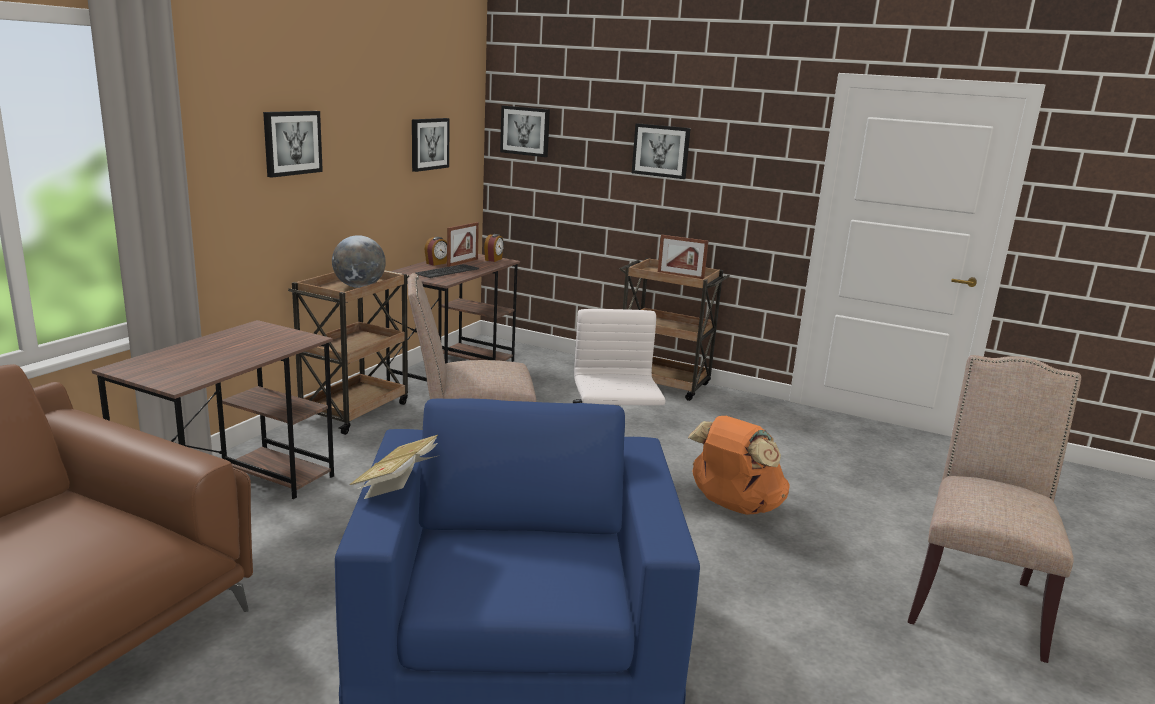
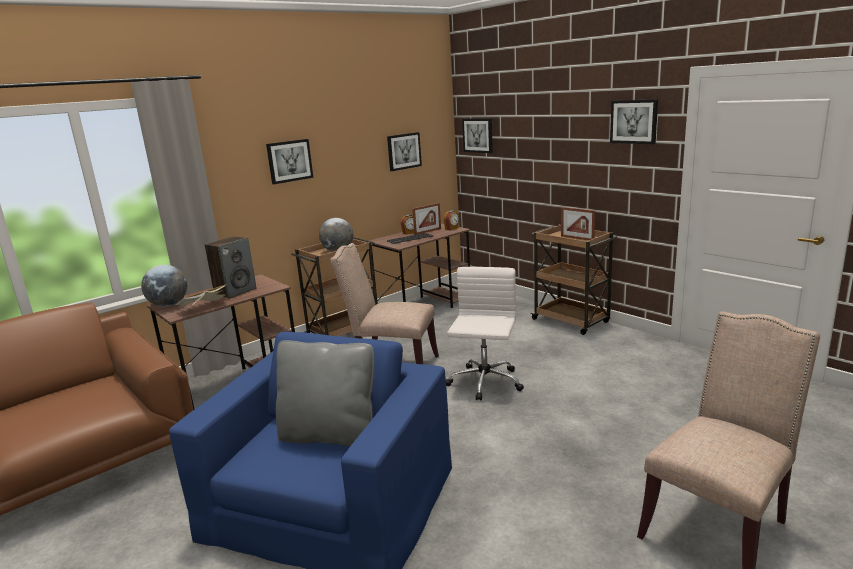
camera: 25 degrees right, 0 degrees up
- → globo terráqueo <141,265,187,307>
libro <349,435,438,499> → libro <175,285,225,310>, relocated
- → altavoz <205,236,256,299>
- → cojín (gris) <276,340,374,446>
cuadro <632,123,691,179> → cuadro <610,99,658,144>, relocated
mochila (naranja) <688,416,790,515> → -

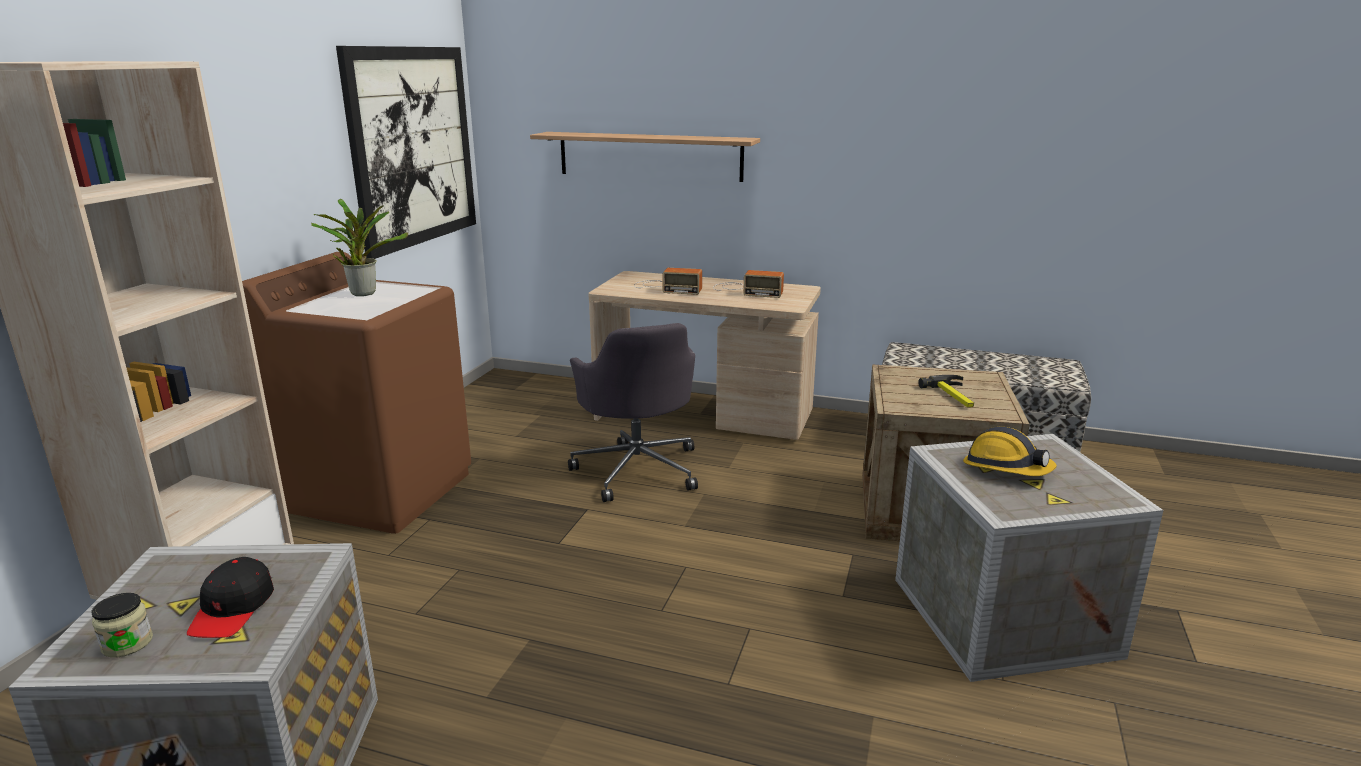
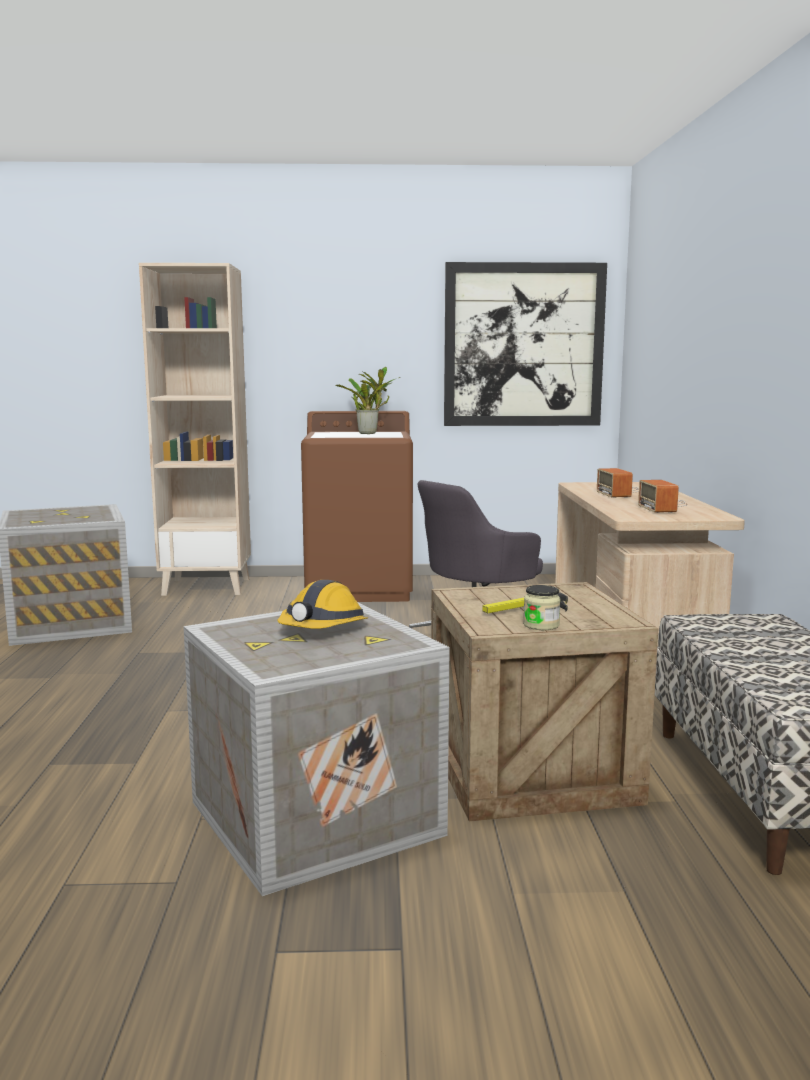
camera: 70 degrees right, 10 degrees down
tarro <91,593,153,658> → tarro <523,585,560,630>, relocated
gorra (negro) <187,557,274,638> → -
estante <530,132,760,182> → -

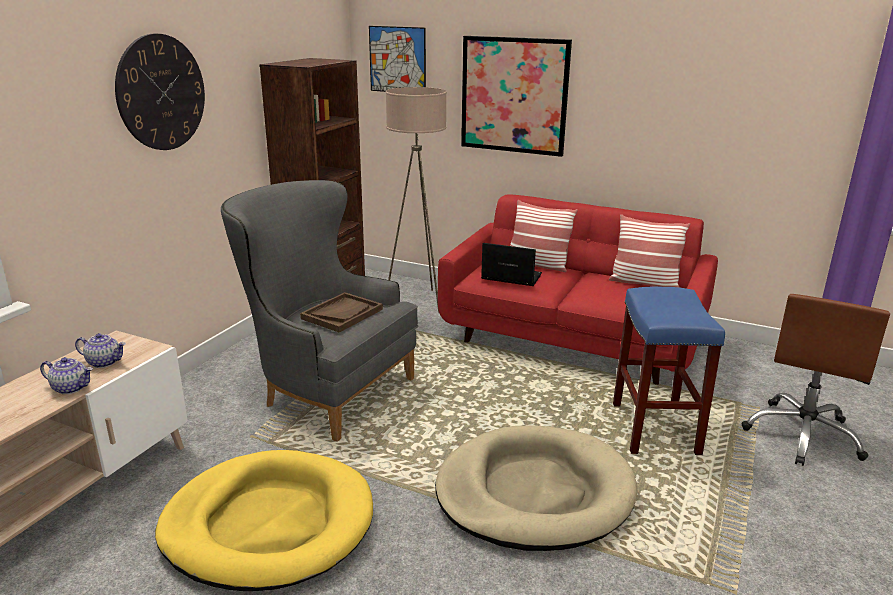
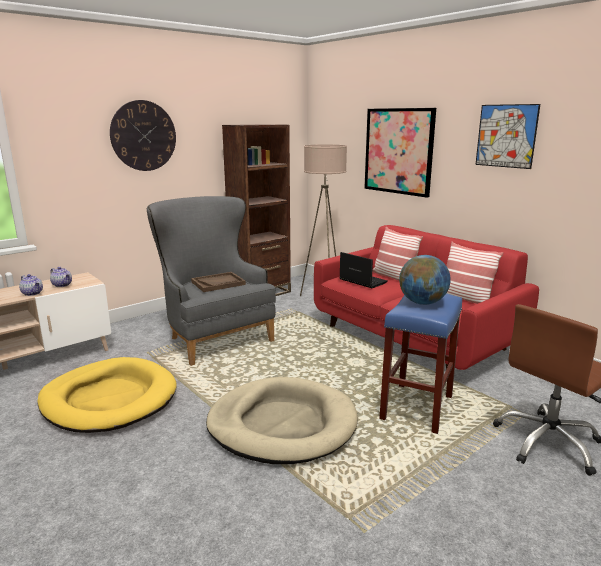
camera: 25 degrees right, 5 degrees down
- → globo terráqueo <399,255,450,305>
cuadro <369,26,426,92> → cuadro <475,104,540,169>, relocated

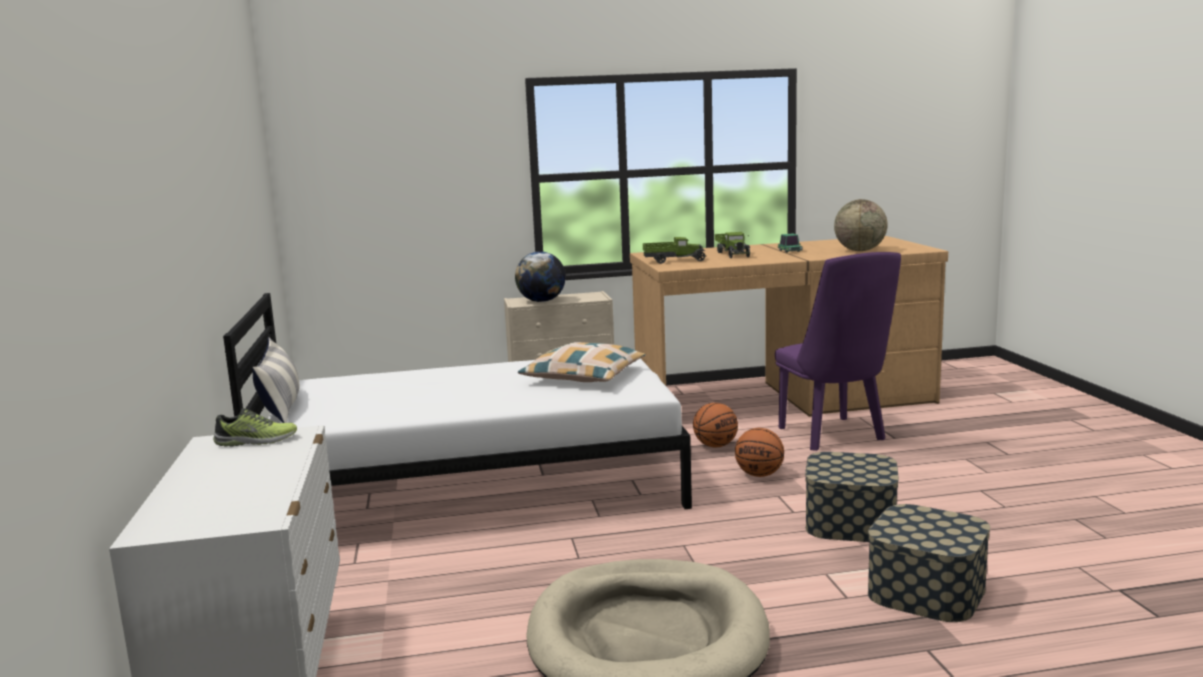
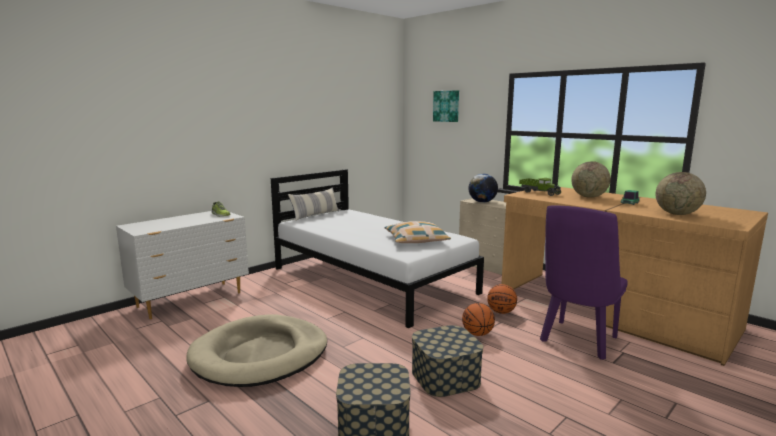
camera: 55 degrees right, 0 degrees up
- → cuadro <433,90,459,122>
camión de juguete <715,232,750,258> → globo terráqueo <571,161,611,198>

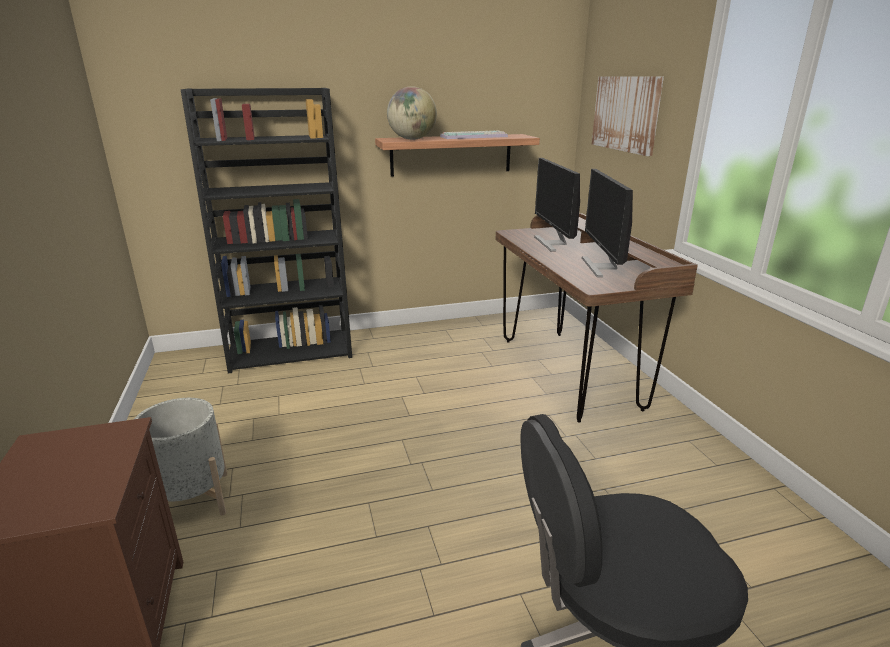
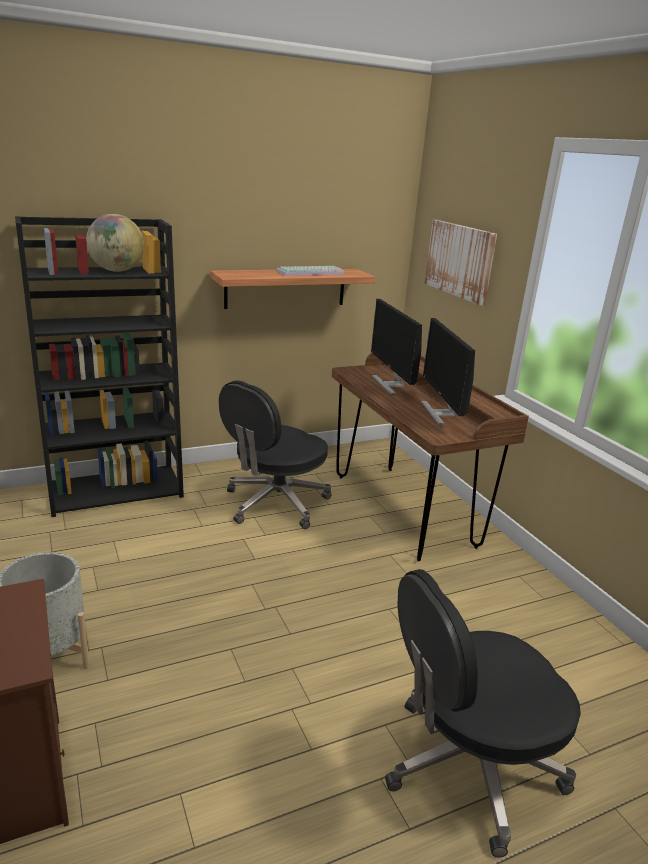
camera: 10 degrees left, 0 degrees up
globo terráqueo <387,86,437,140> → globo terráqueo <86,214,144,272>, relocated
- → silla de oficina (negro) <219,380,332,529>

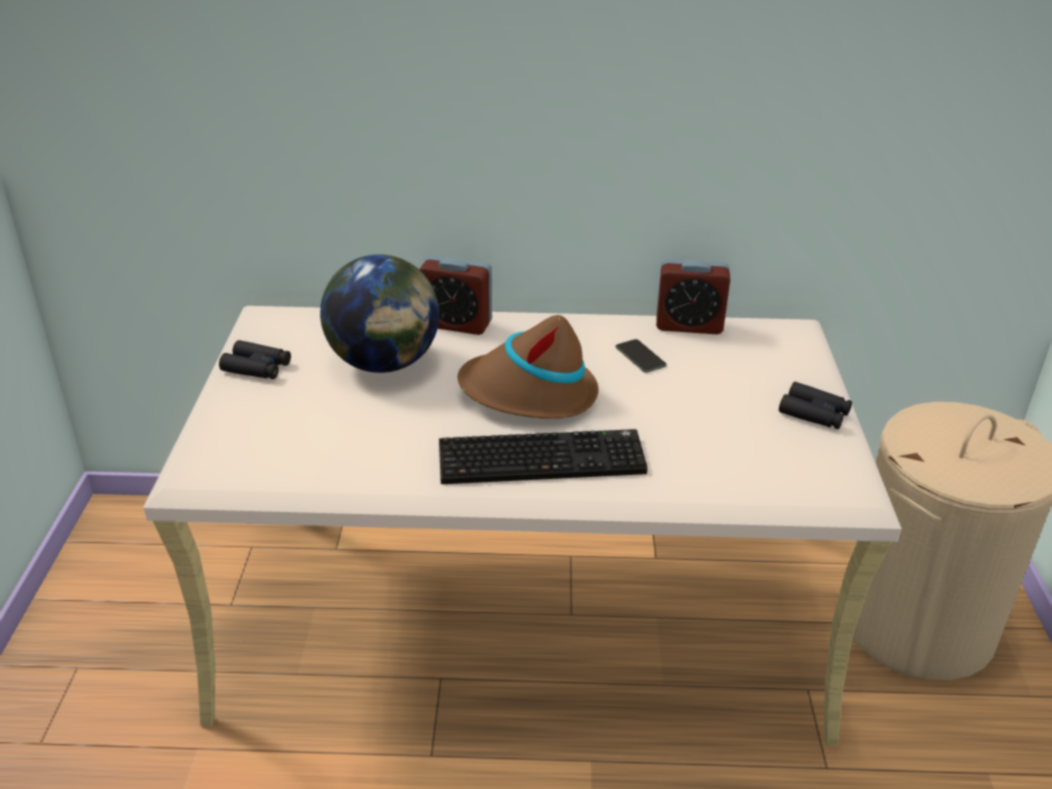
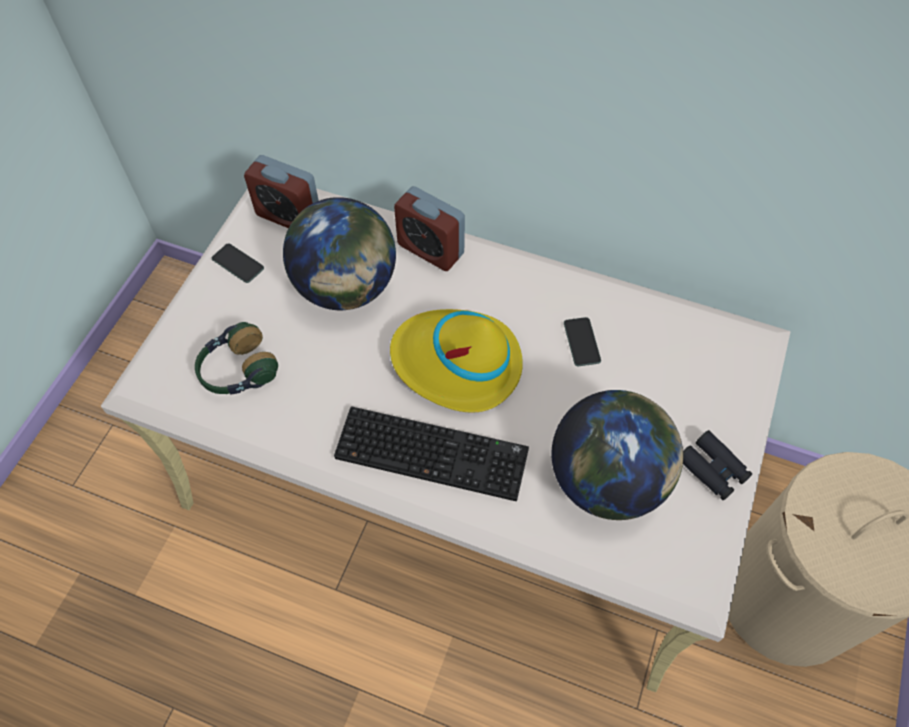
camera: 20 degrees right, 25 degrees up
- → auriculares <195,322,278,395>
prismáticos (negro) <219,340,291,379> → móvil <212,243,264,283>
despertador <656,259,730,334> → despertador <244,155,319,228>, relocated
sombrero (marrón) <458,315,598,419> → sombrero (amarillo) <390,309,523,413>
- → globo terráqueo <551,390,683,520>

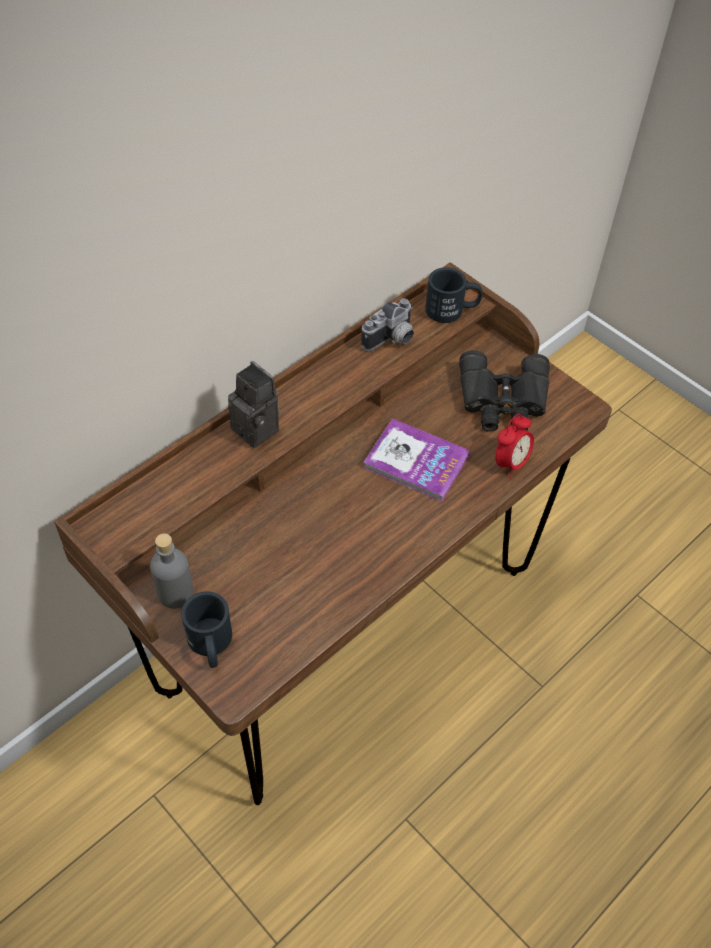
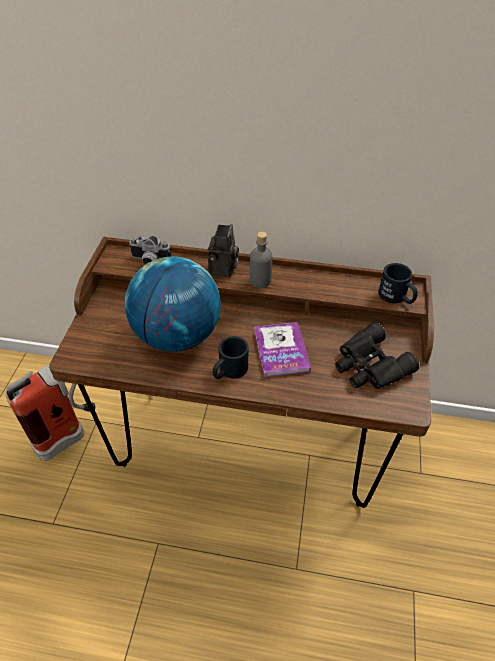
camera: 55 degrees right, 5 degrees down
- → extintor <6,365,96,461>
- → globo terráqueo <125,256,221,352>
cámara <361,298,414,351> → cámara <129,236,171,265>, relocated
taza grande (negro) <181,591,232,668> → taza grande (negro) <213,336,249,379>, relocated
botella (gris) <150,533,194,609> → botella (gris) <250,232,273,288>, relocated
despertador <495,414,534,478> → -

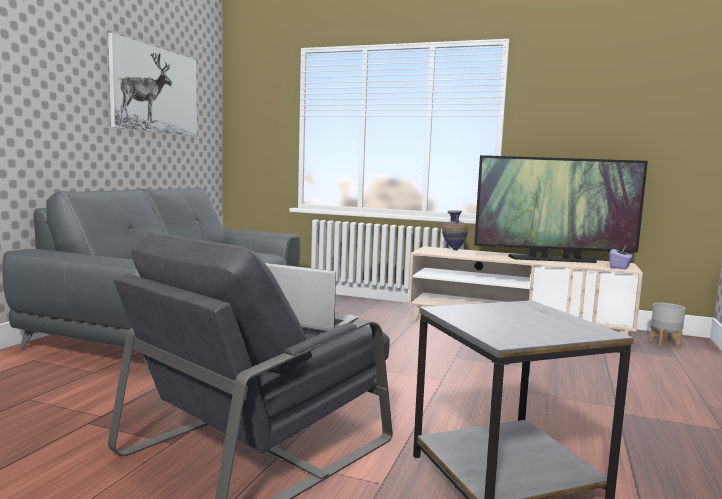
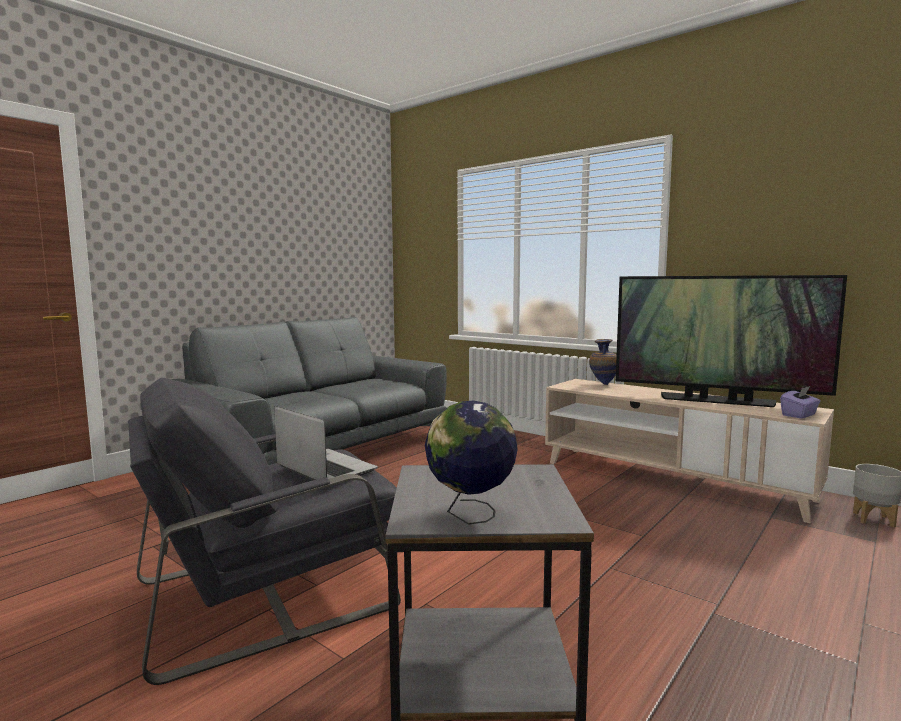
camera: 20 degrees right, 0 degrees up
- → globo terráqueo <425,401,518,525>
cuadro <108,33,197,136> → -

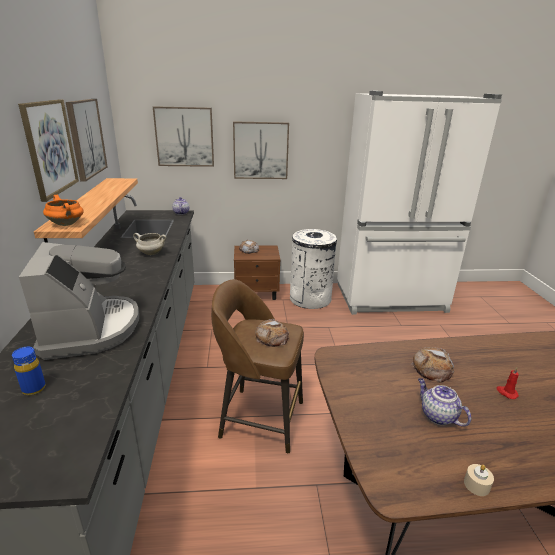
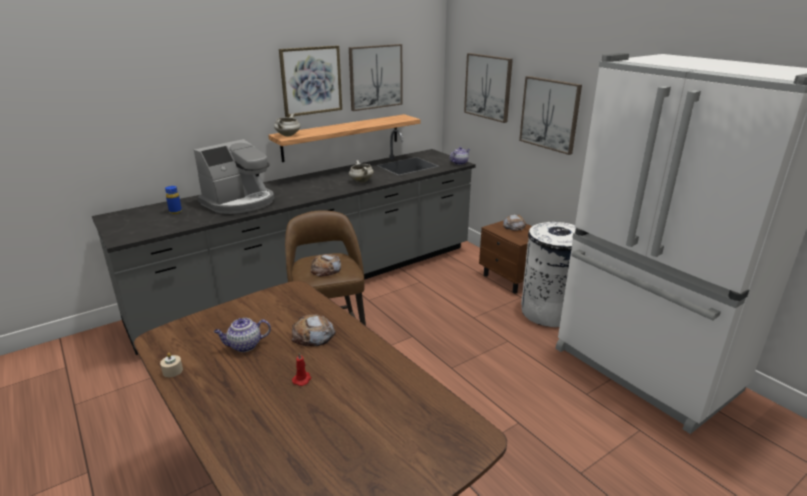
camera: 60 degrees right, 0 degrees up
tetera <418,378,471,427> → tetera <214,318,271,352>, 135 degrees counterclockwise
olla (naranja) <43,195,84,226> → olla (blanco) <274,114,300,136>

